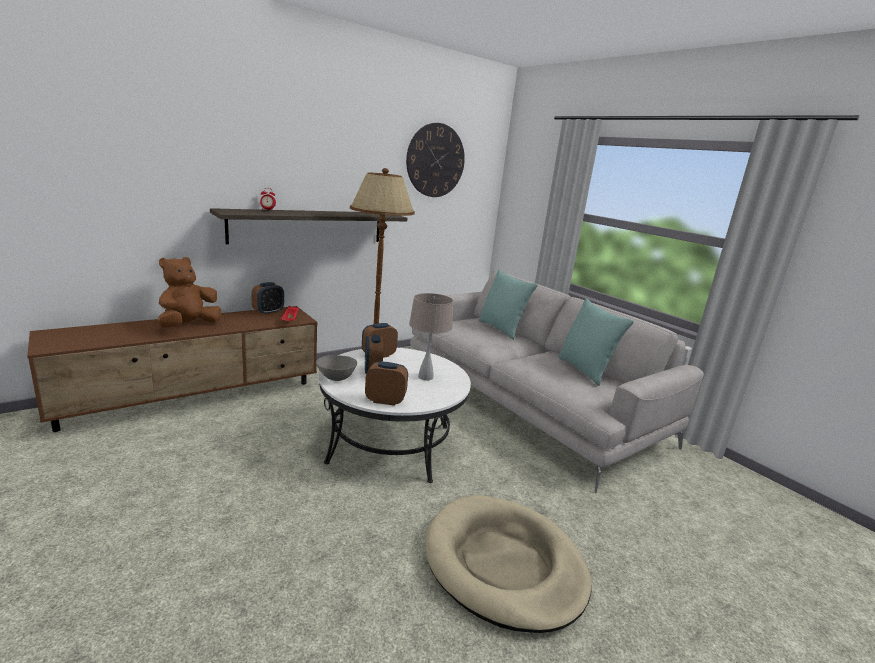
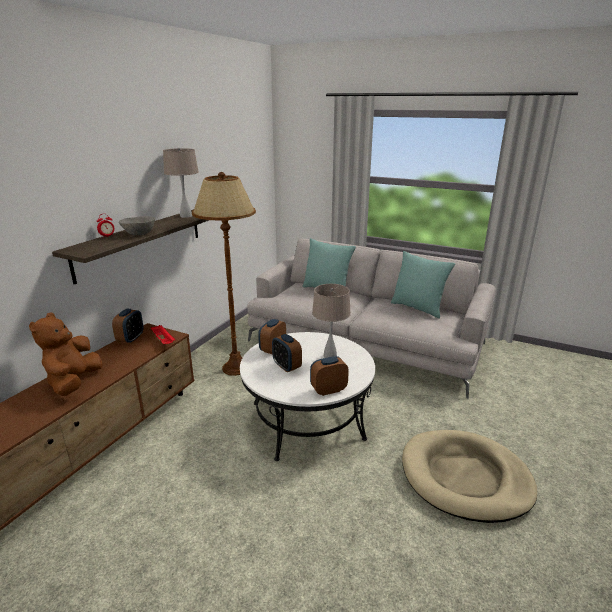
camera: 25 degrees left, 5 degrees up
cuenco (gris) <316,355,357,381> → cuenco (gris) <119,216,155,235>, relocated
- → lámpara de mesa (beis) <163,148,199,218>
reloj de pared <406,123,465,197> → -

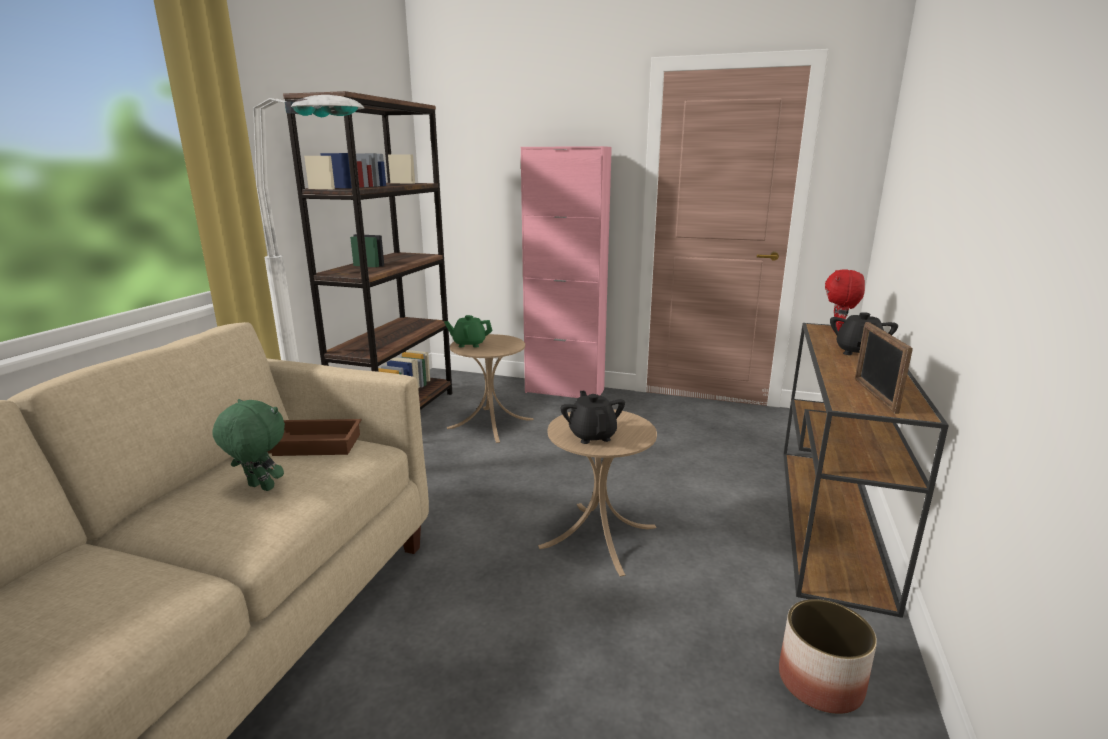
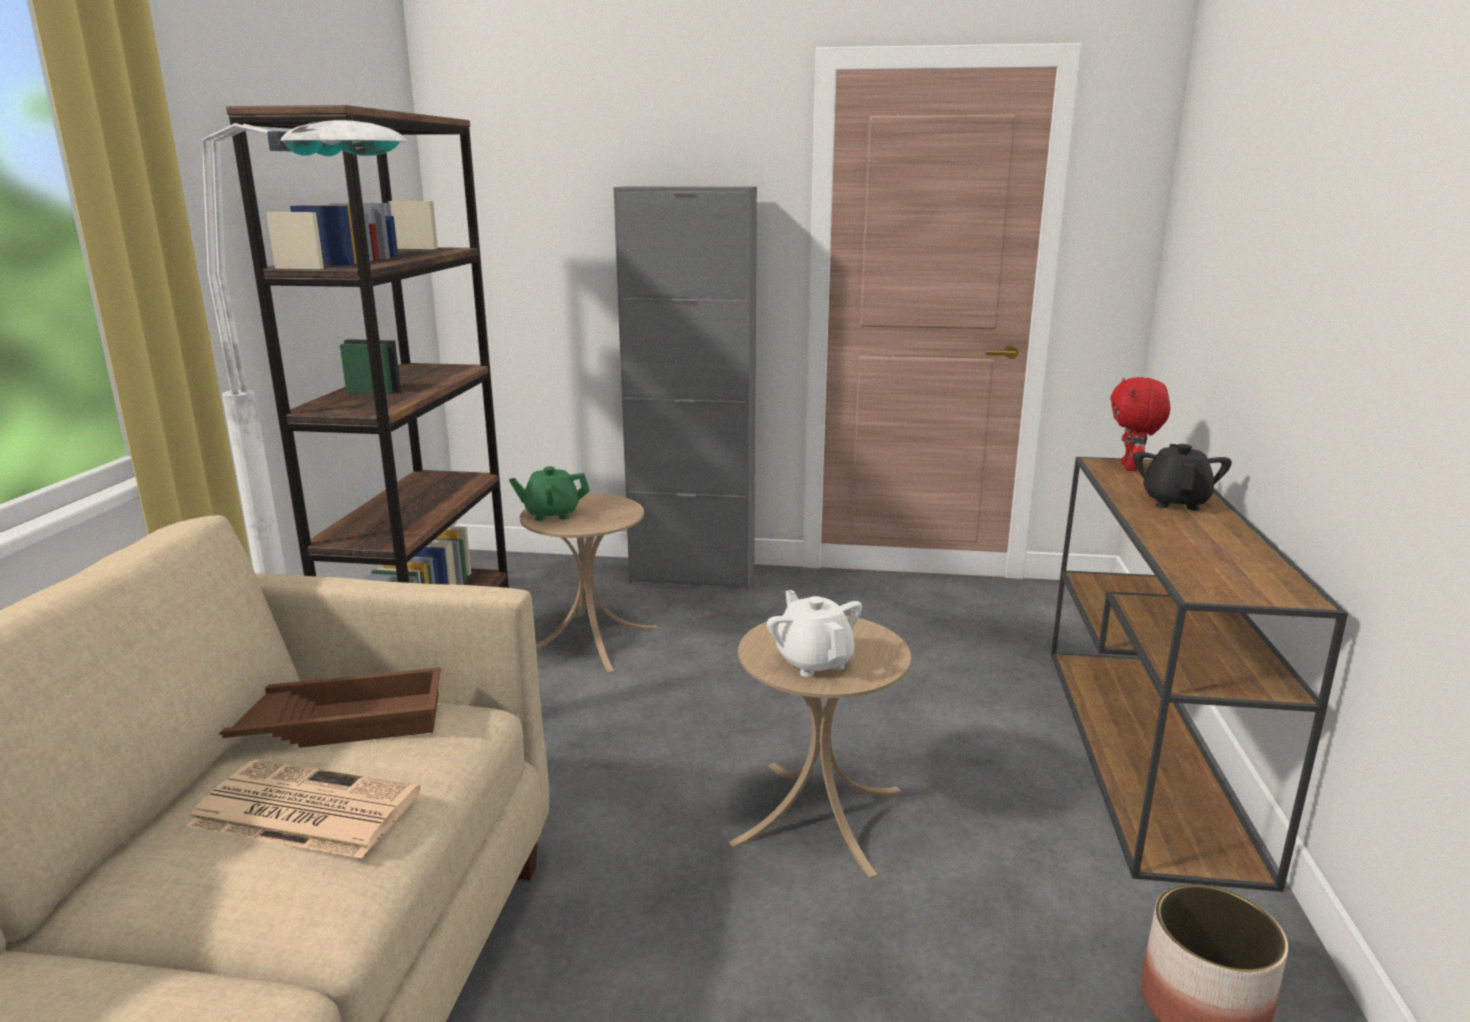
camera: 10 degrees left, 0 degrees up
peluche (verde) <212,399,285,491> → periódico <185,759,421,858>
armario (rosa) <521,146,612,398> → armario (gris) <613,186,757,589>
tetera (negro) <560,391,625,444> → tetera (blanco) <767,590,862,677>
portarretratos <855,322,913,414> → -

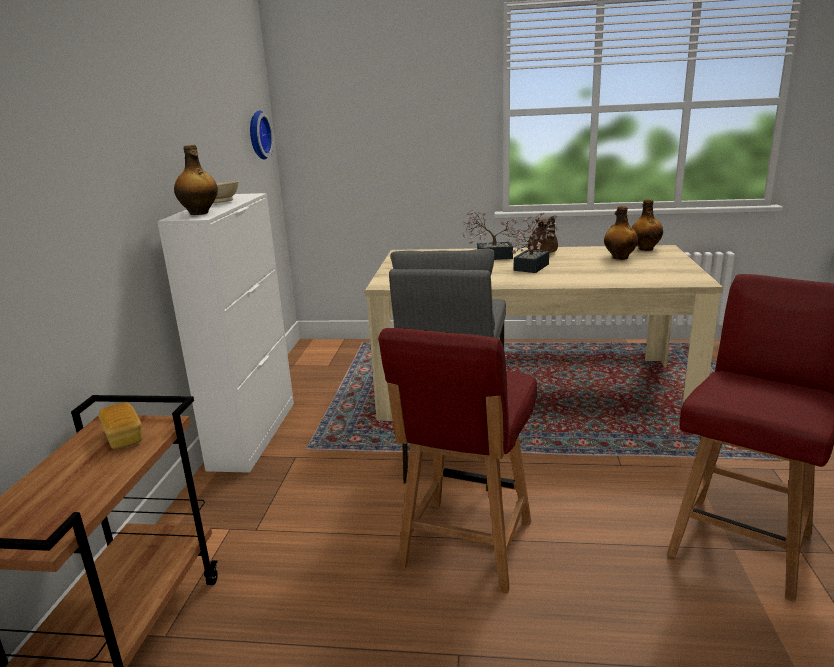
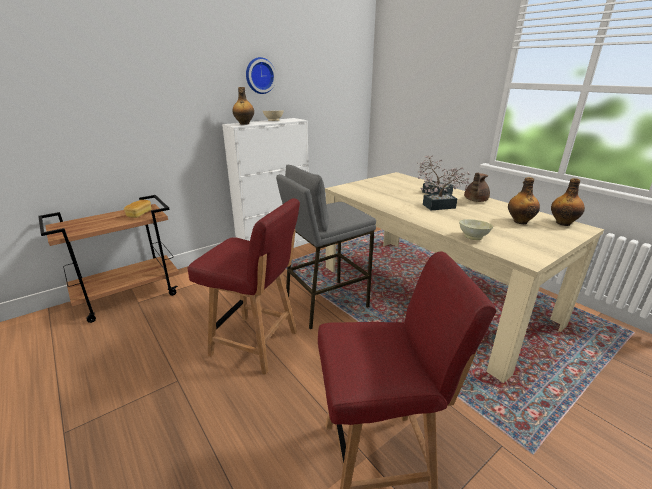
camera: 45 degrees right, 5 degrees up
silla (rojo) <378,328,537,594> → silla (rojo) <188,198,300,375>, 135 degrees counterclockwise
reloj de pared <250,110,274,160> → reloj de pared <246,57,276,94>, relocated
- → cuenco (beis) <459,219,493,240>

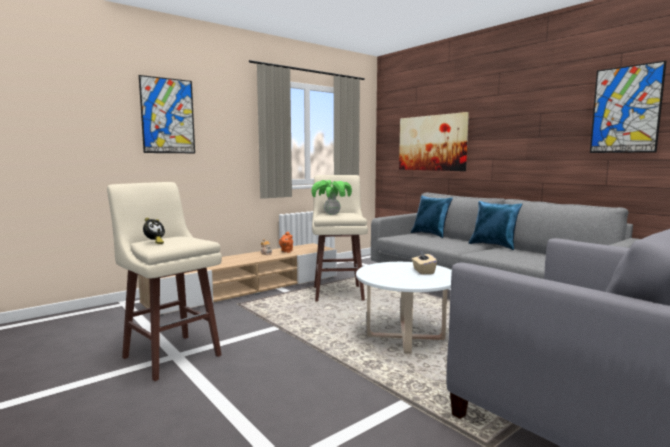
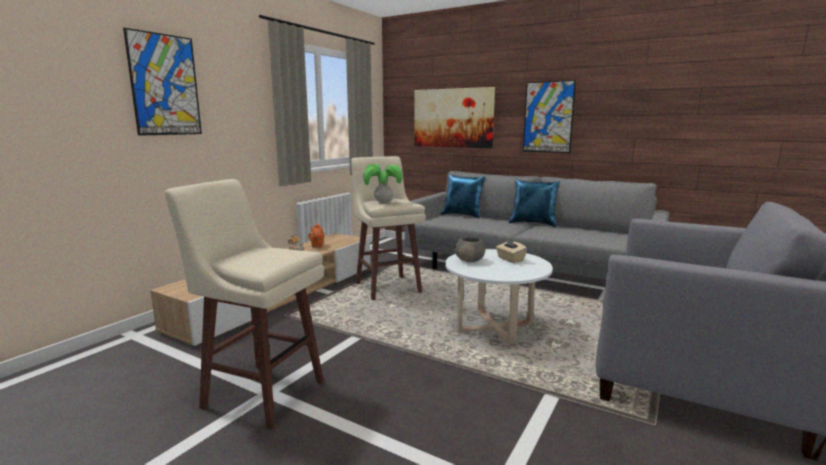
camera: 20 degrees left, 5 degrees up
- → cuenco (gris) <455,237,485,262>
cuadro <590,61,667,153> → cuadro <523,80,576,153>, relocated
despertador <143,218,165,244> → -

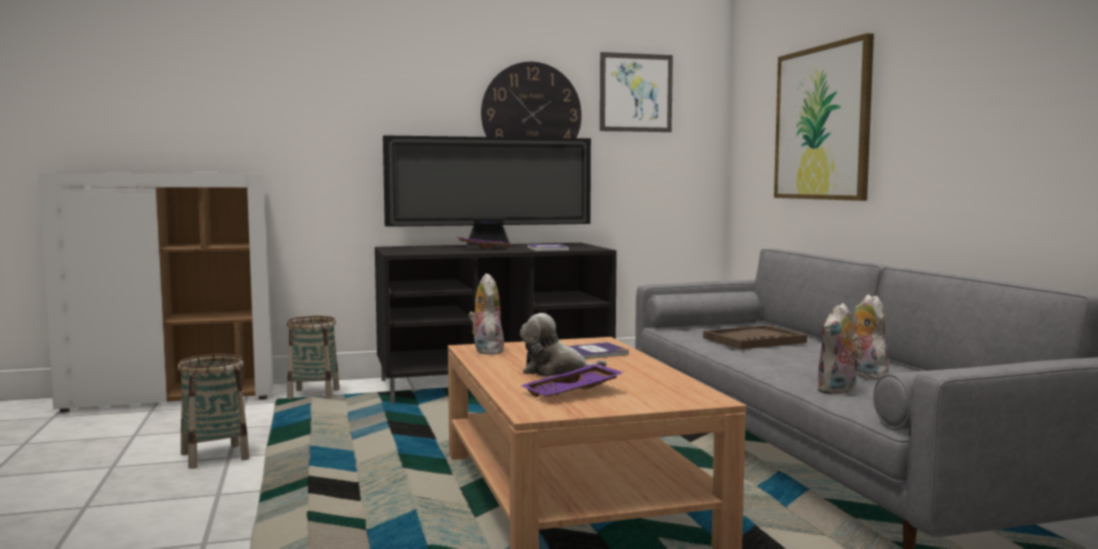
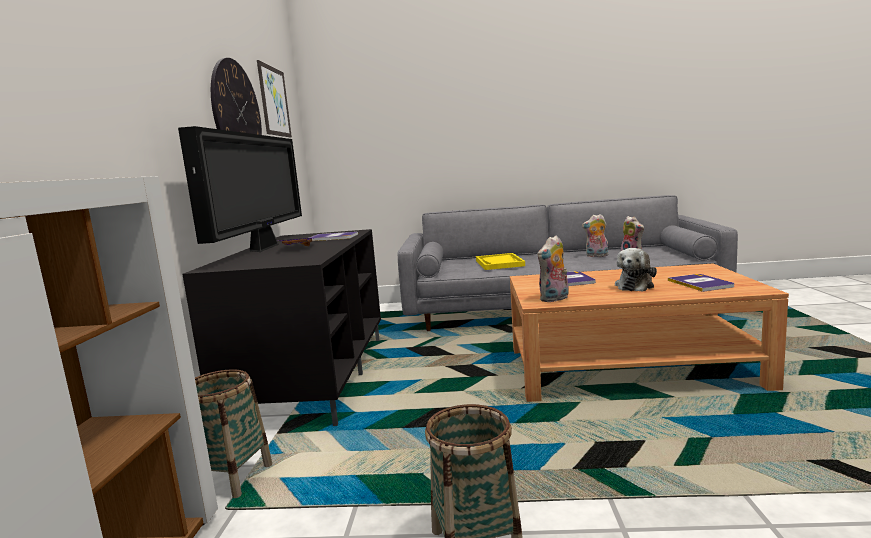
camera: 70 degrees left, 5 degrees up
bandeja (marrón) <703,325,807,349> → bandeja (amarillo) <476,253,525,270>
peluche <469,273,504,355> → peluche <538,235,569,302>, 45 degrees counterclockwise
bandeja (morado) <520,364,624,397> → libro <668,274,734,292>
cuadro <774,33,874,201> → -

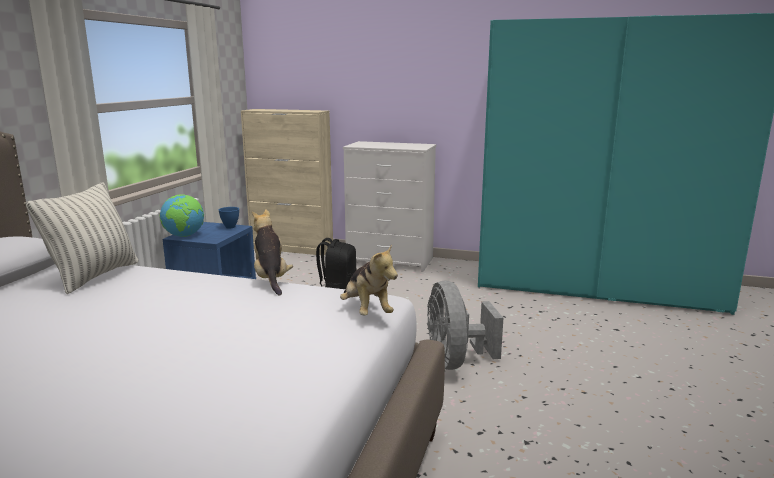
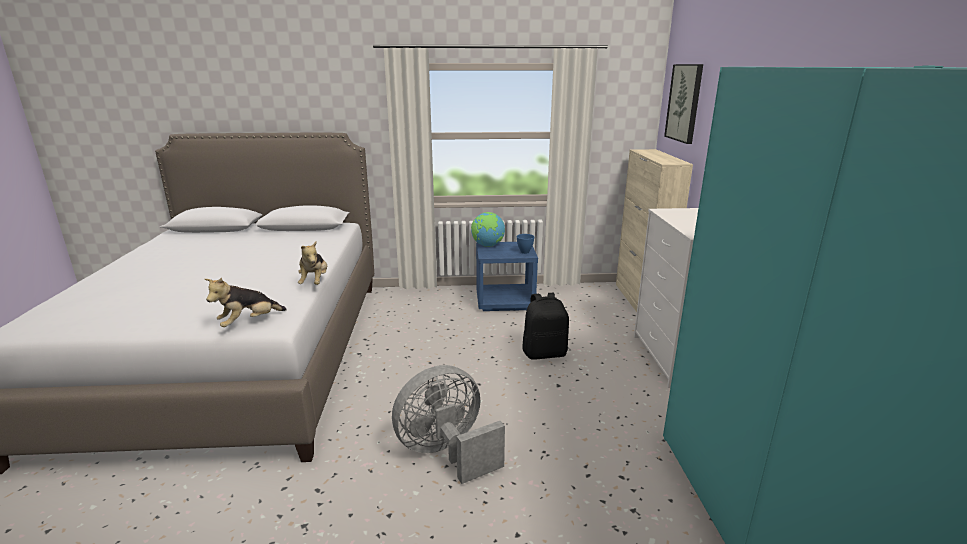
camera: 70 degrees right, 5 degrees up
peluche <252,209,293,296> → peluche <298,242,327,285>, 120 degrees clockwise
- → cuadro <664,64,703,144>
cojín <25,182,138,294> → -

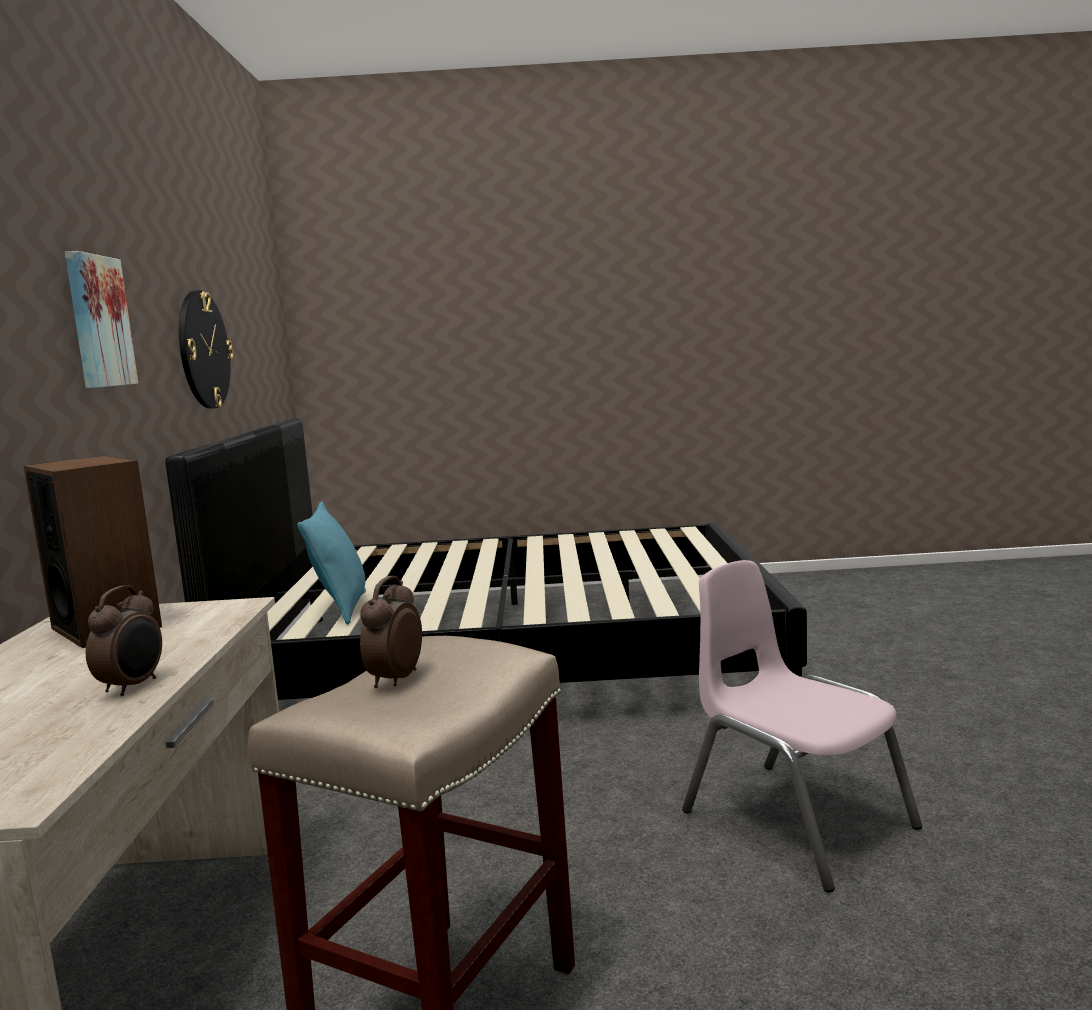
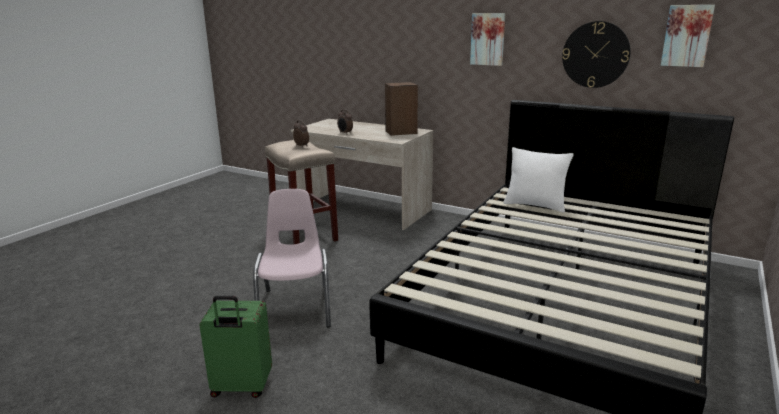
camera: 120 degrees right, 10 degrees up
- → maleta (verde) <199,296,272,398>
silla (rosa) <682,560,922,893> → silla (rosa) <253,189,331,328>, 90 degrees counterclockwise
cojín (turquesa) <297,501,366,625> → cojín (blanco) <504,147,574,213>
- → cuadro <661,5,715,67>

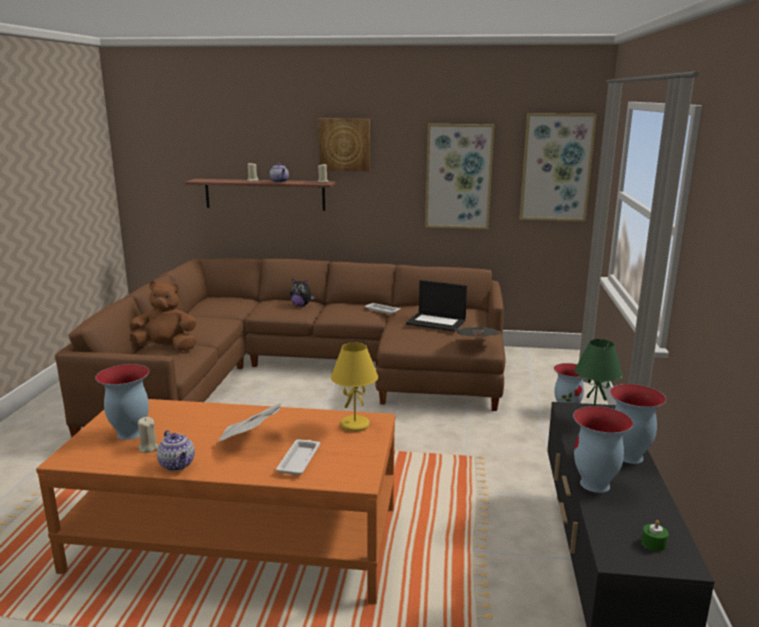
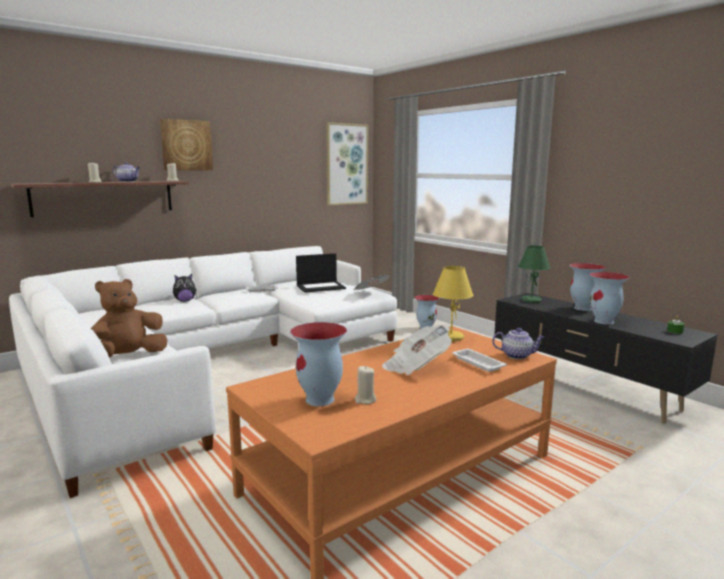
camera: 45 degrees left, 5 degrees down
sofá (marrón) <55,258,505,437> → sofá (blanco) <9,246,397,498>
tetera <157,430,195,471> → tetera <492,328,544,359>, relocated
cuadro <425,124,494,229> → -

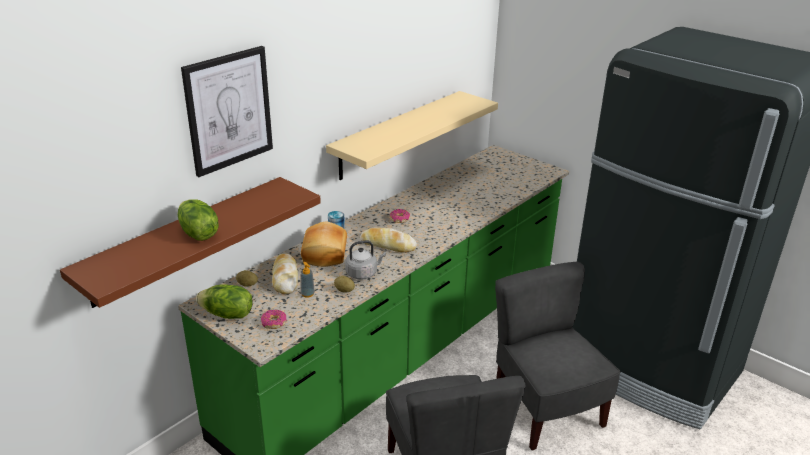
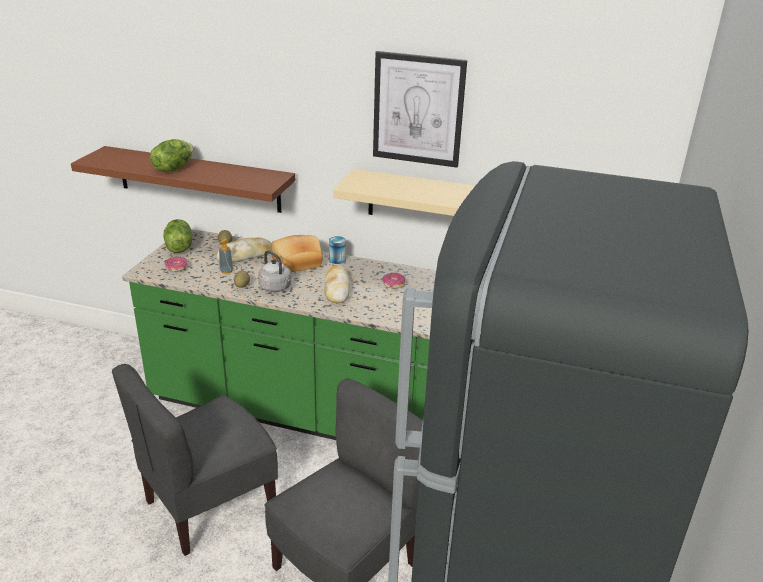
camera: 65 degrees right, 0 degrees up
cuadro <181,46,273,177> → cuadro <373,51,467,168>, relocated

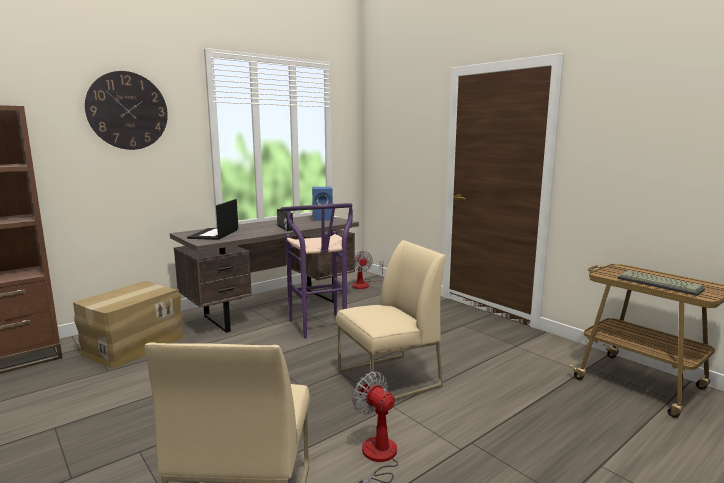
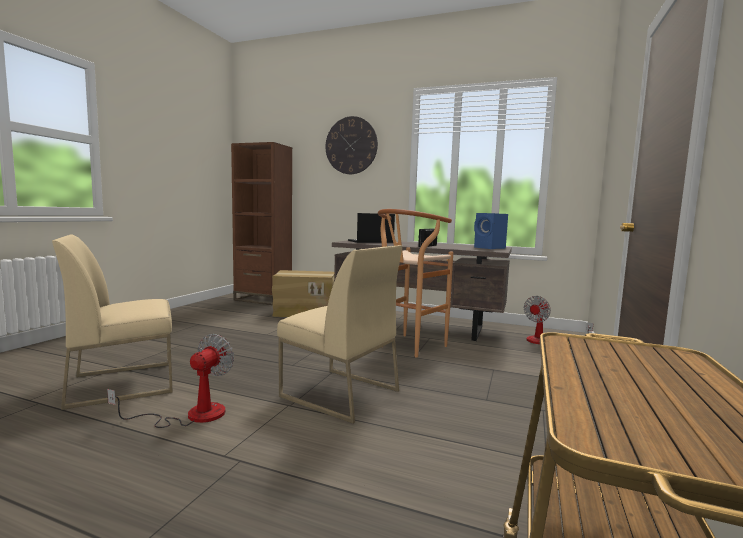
camera: 60 degrees right, 5 degrees down
taburete (morado) <280,203,353,338> → taburete (marrón) <378,209,453,358>
teclado <617,270,705,296> → -

